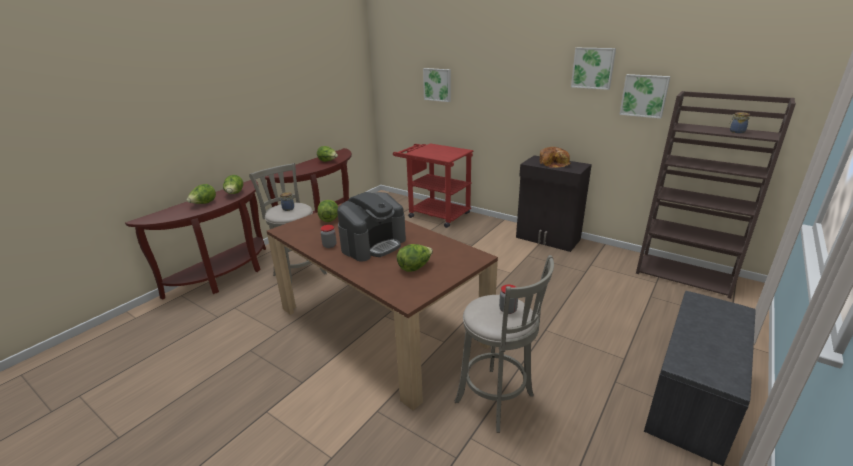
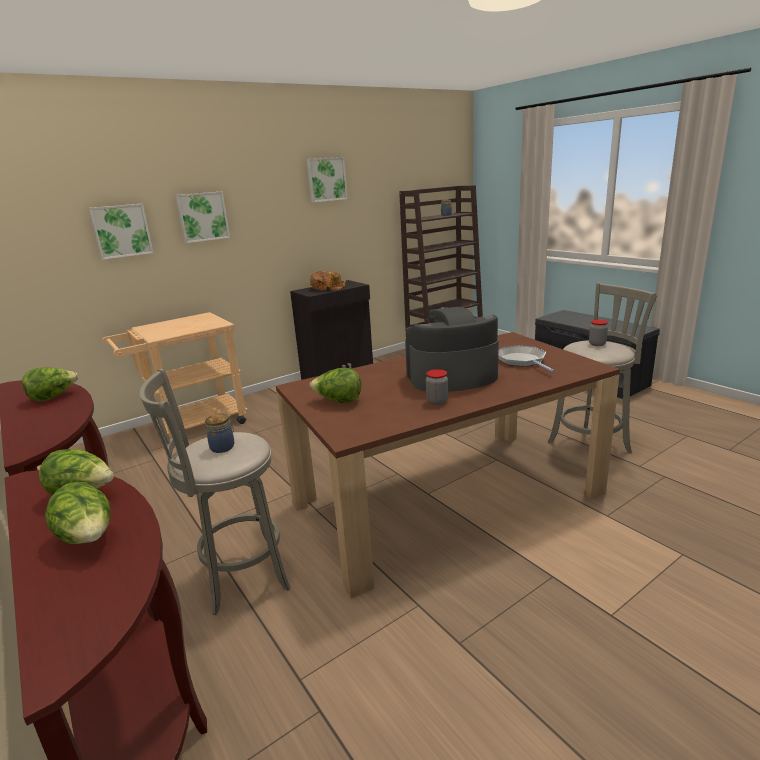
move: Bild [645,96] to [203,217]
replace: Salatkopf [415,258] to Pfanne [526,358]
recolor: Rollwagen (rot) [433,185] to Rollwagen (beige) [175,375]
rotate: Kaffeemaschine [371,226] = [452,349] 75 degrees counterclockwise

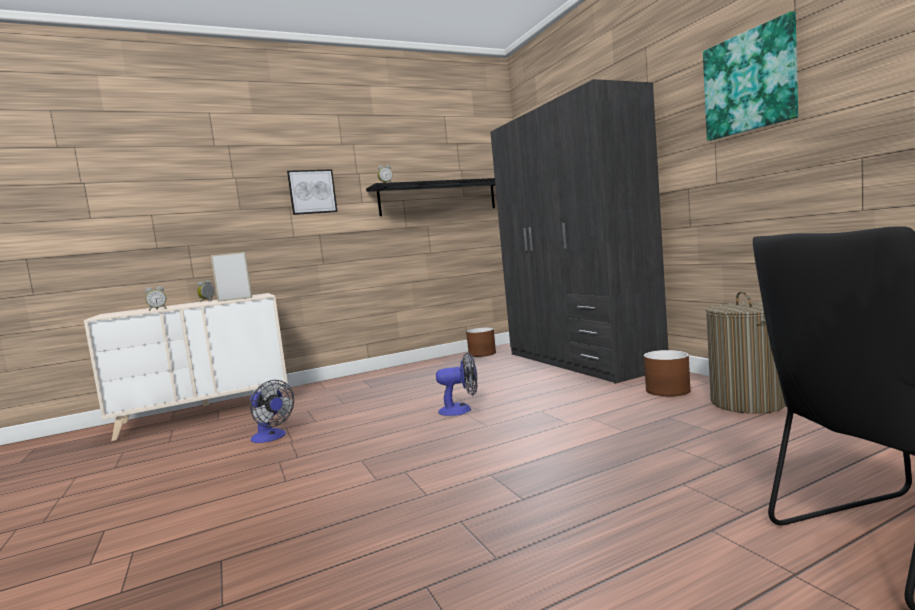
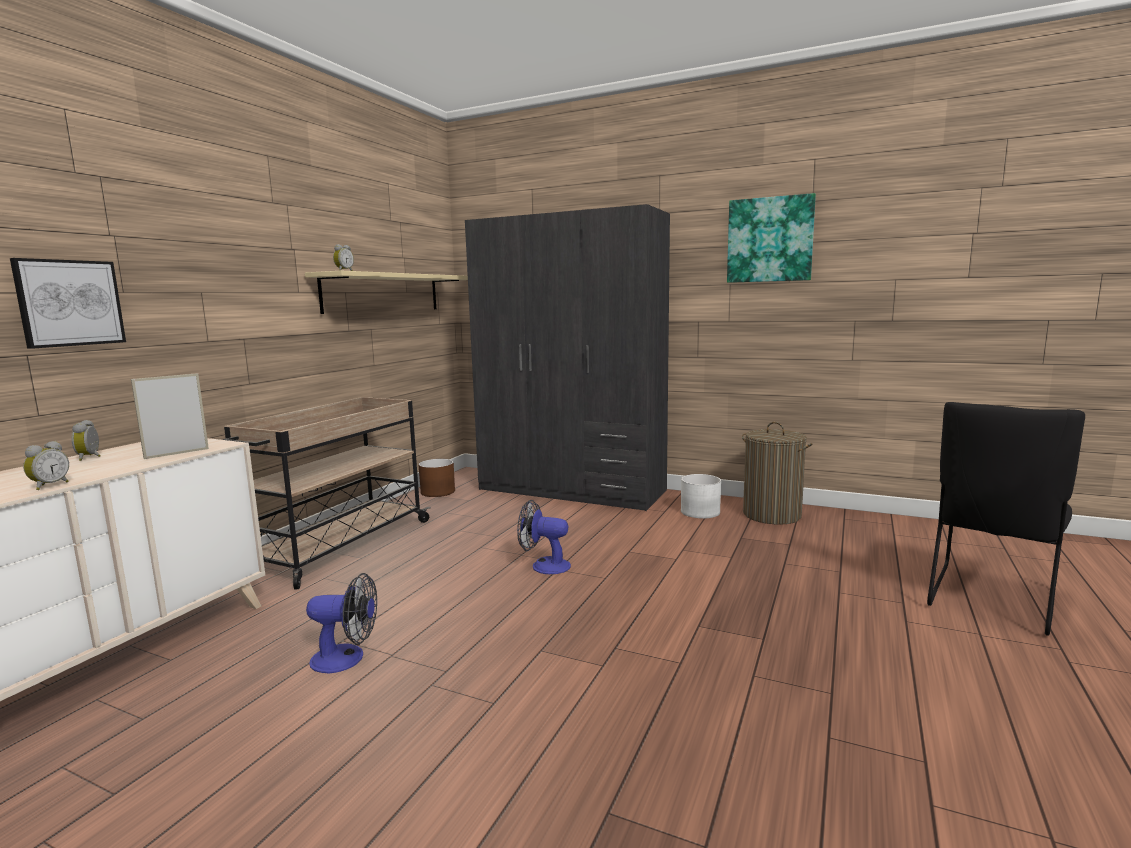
insert: Rollwagen (beige) [326,493]
move: Bild [312,192] to [68,303]
recolor: Wandregal (schwarz) [430,197] to Wandregal (beige) [386,292]; Pflanzkübel (braun) [667,373] to Pflanzkübel (weiß) [701,496]
rotate: Ventilator [456,384] = [544,537] 120 degrees counterclockwise

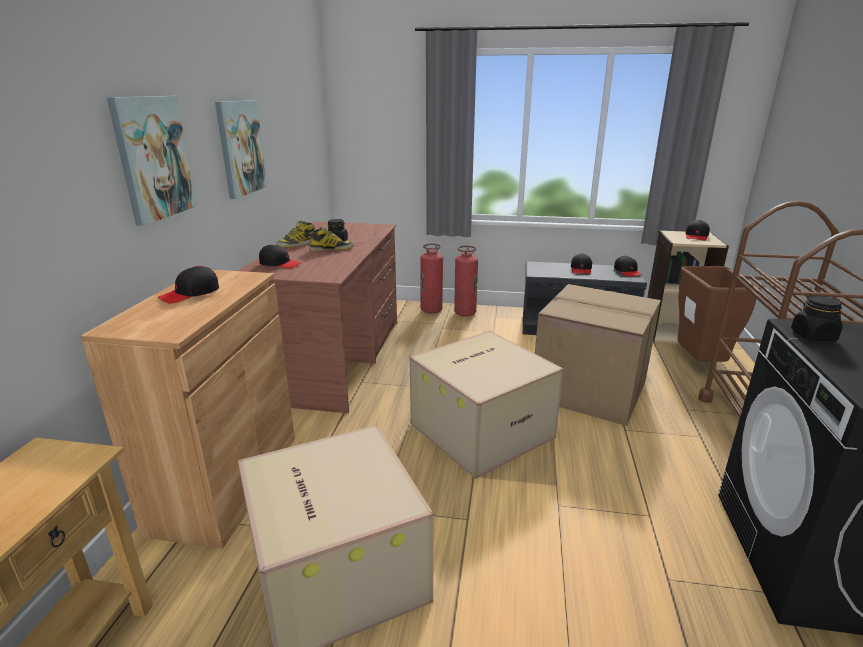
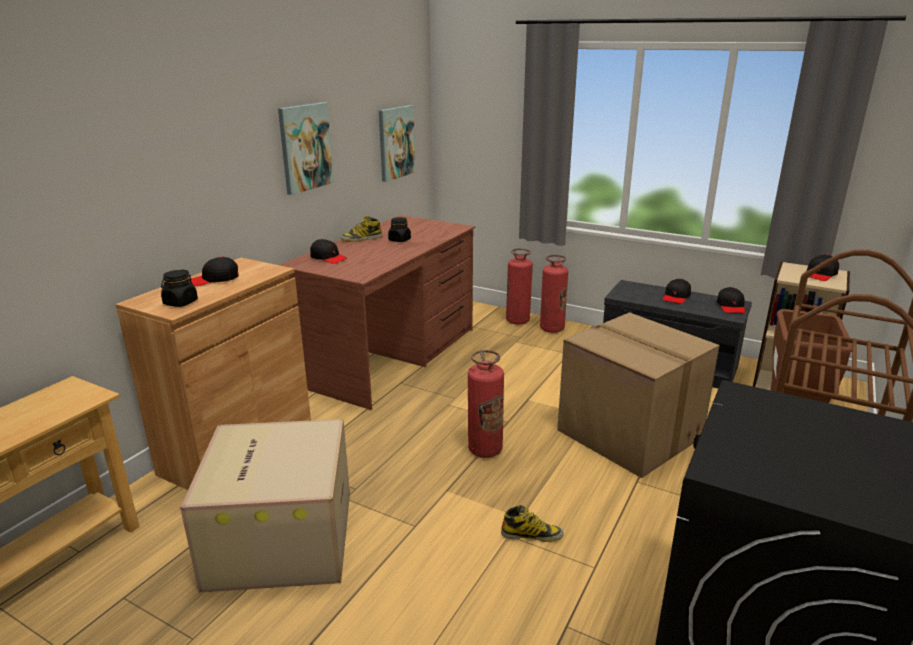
move: Bild [151,161] to [397,143]; Stiefel [331,239] to [532,523]; Vorratsglas (schwarz) [817,318] to [179,288]
replace: Karton [487,405] to Feuerlöscher [486,404]

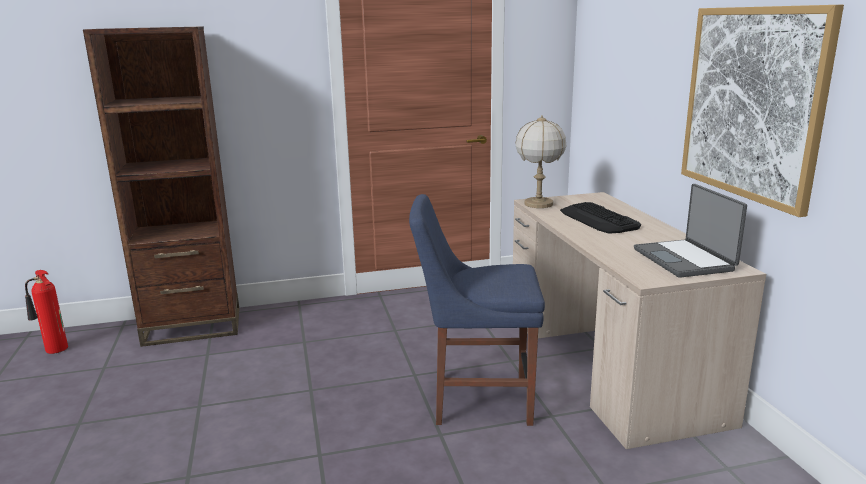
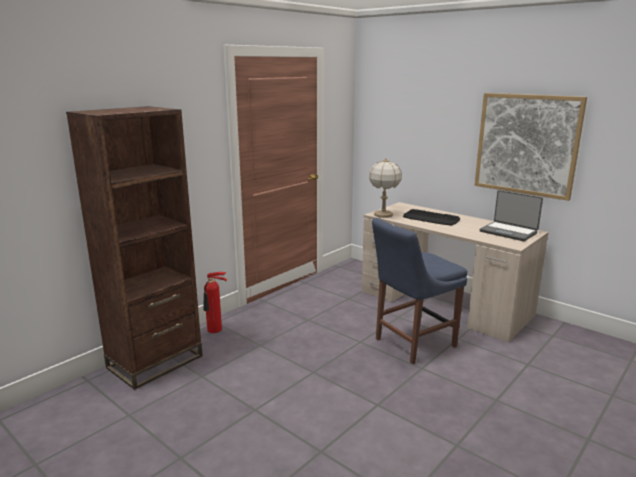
move: Feuerlöscher [46,312] to [215,302]

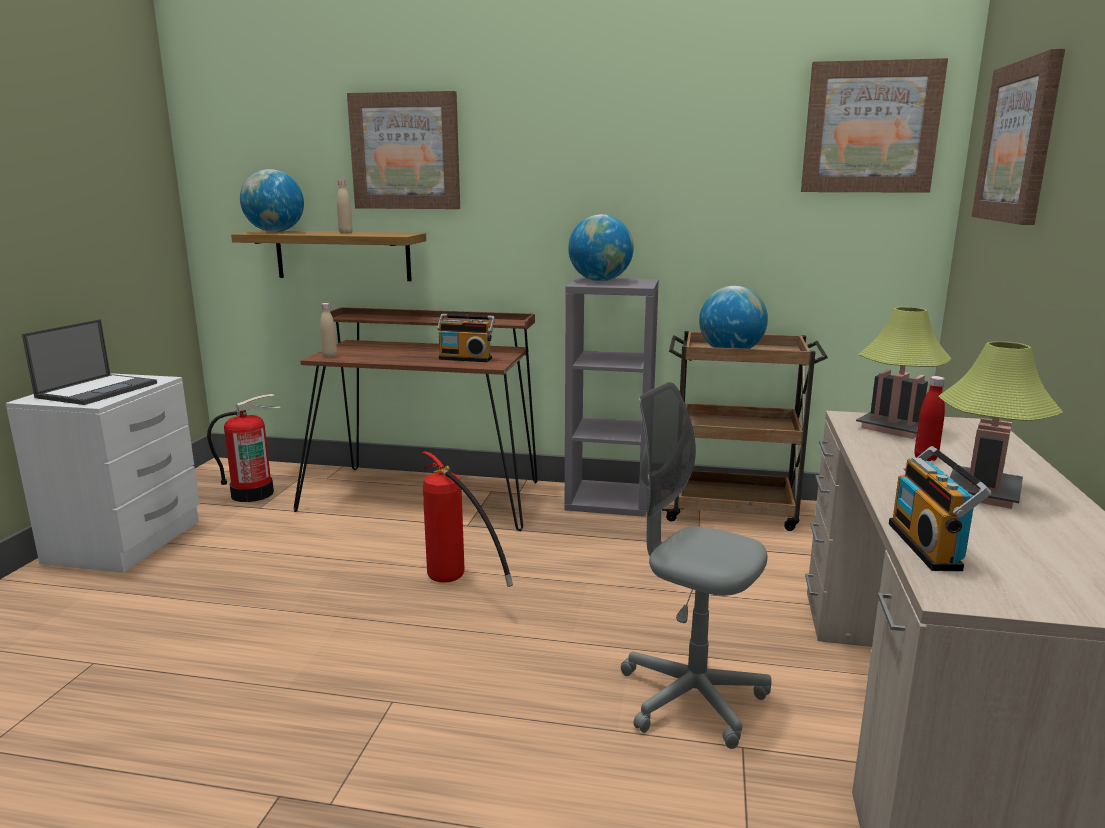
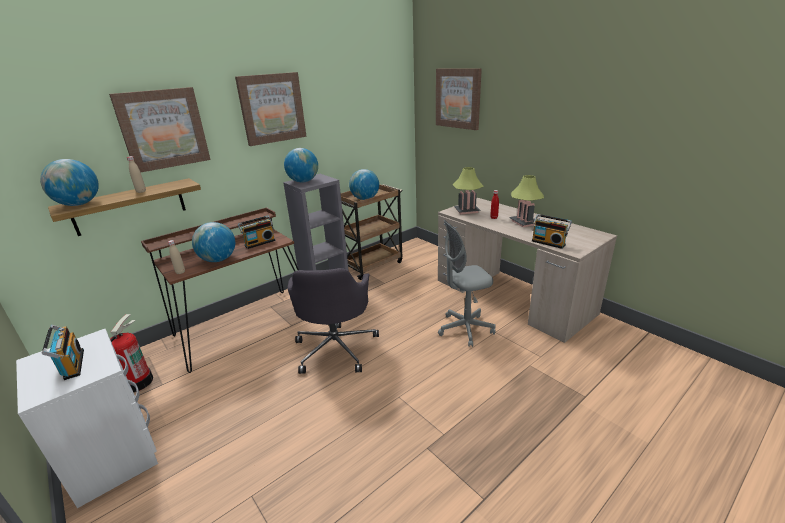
insert: Globus [213,242]
move: Bild [874,125] to [271,109]
replace: Laptop [89,362] to Radio [63,352]; Feuerlöscher [467,519] to Bürostuhl (grau) [333,321]

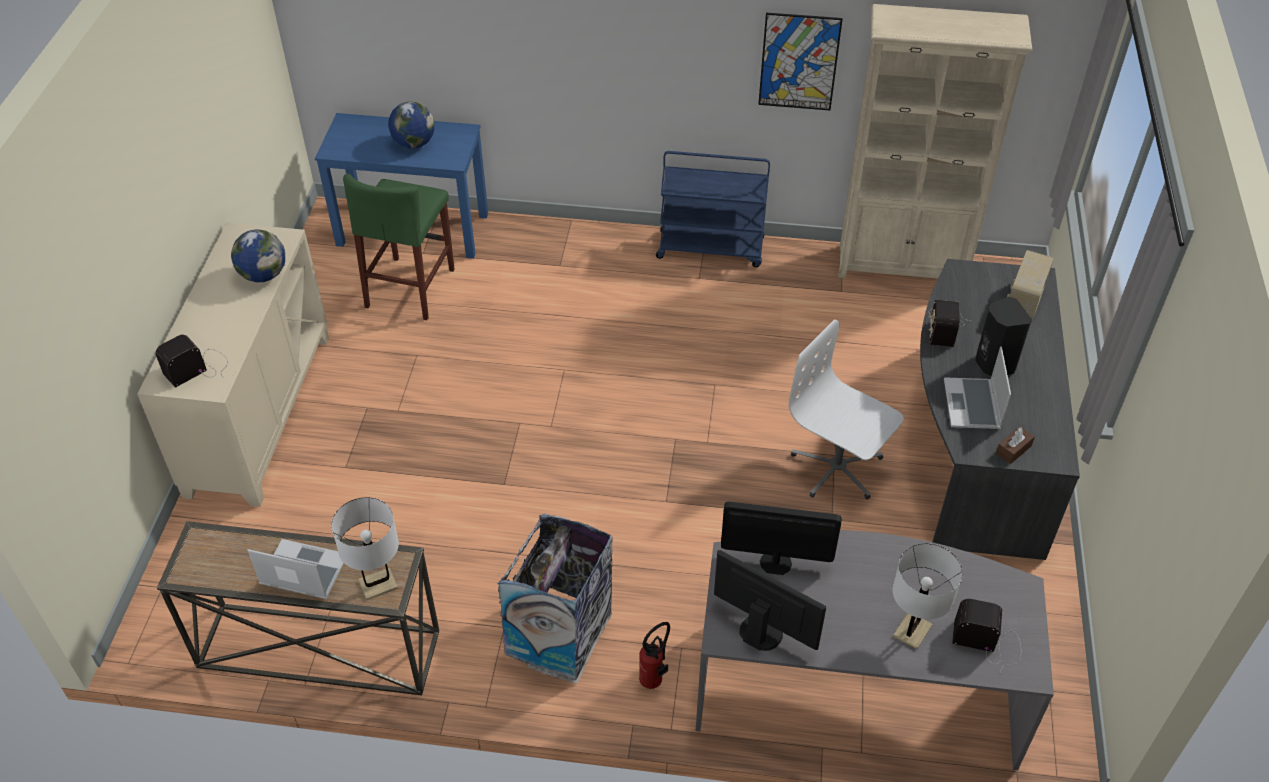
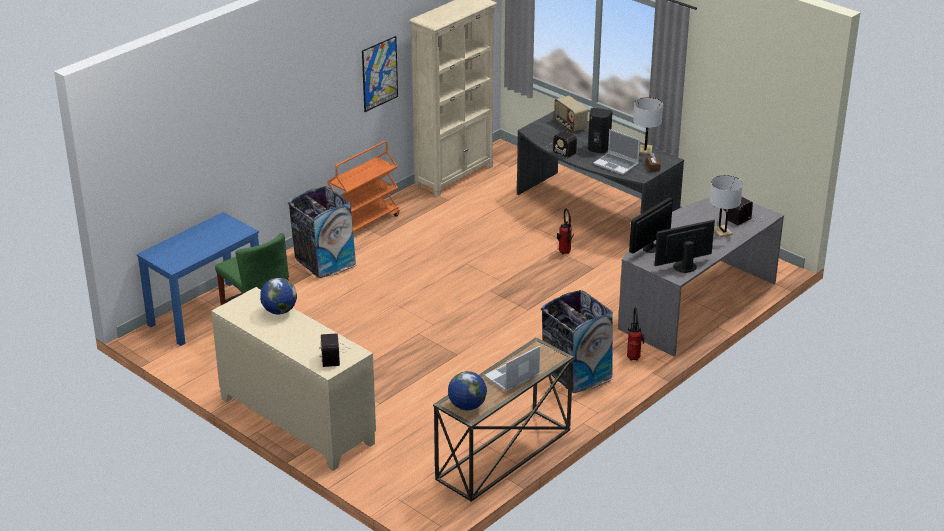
insert: Mülleimer [322,232]
move: Tischlampe (weiß) [365,548] to [648,125]; Globus [411,124] to [467,391]
replace: Bürostuhl (weiß) [846,410] to Feuerlöscher [565,231]
recolor: Rollwagen (blau) [713,209] to Rollwagen (orange) [363,186]

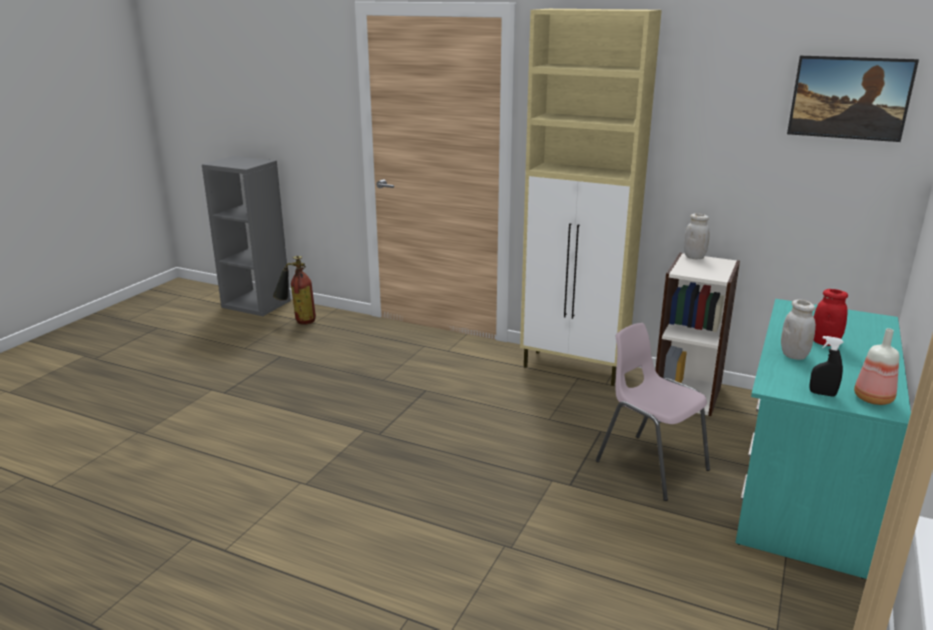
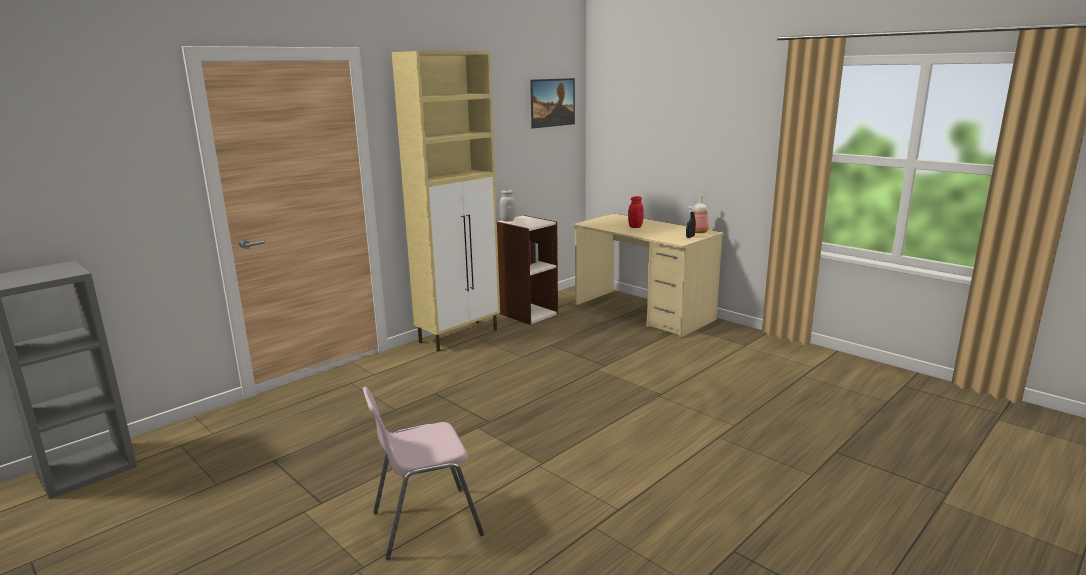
delete: Feuerlöscher [294,290]; Vorratsglas (weiß) [798,329]
move: Stuhl (rosa) [653,412] to [423,473]
recolor: Schreibtisch (türkis) [823,439] to Schreibtisch (beige) [647,276]

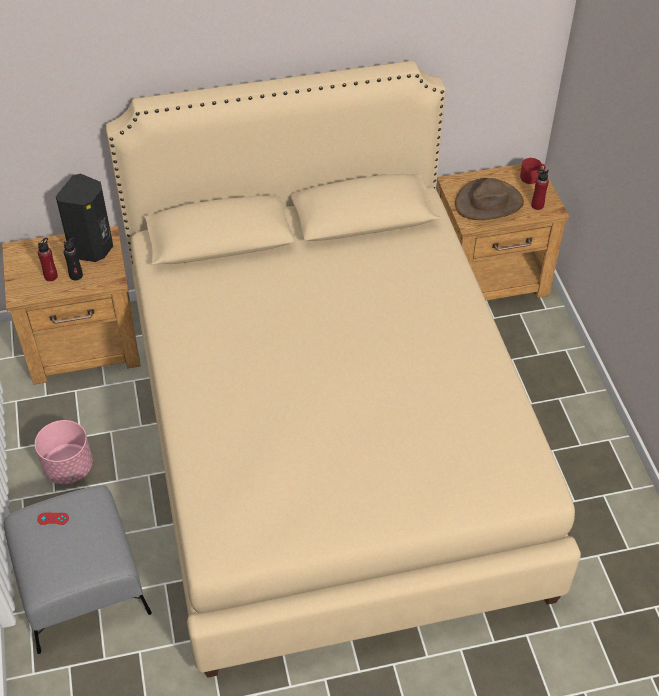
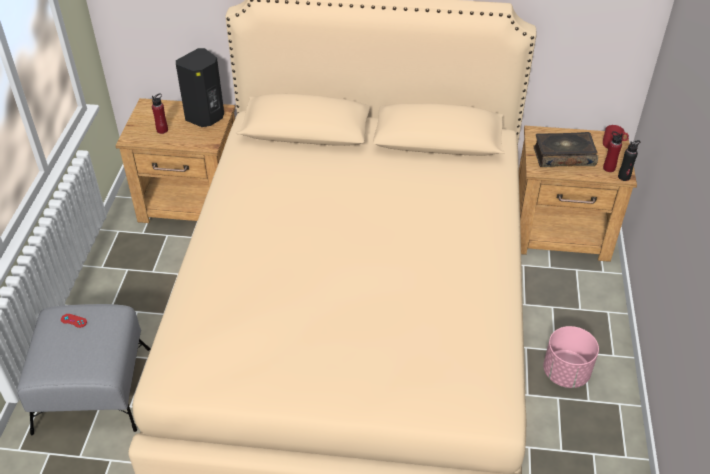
move: Pflanzkübel (rosa) [64,452] to [571,357]; Flasche (schwarz) [73,259] to [629,160]
replace: Hut (braun) [489,199] to Buch [565,149]

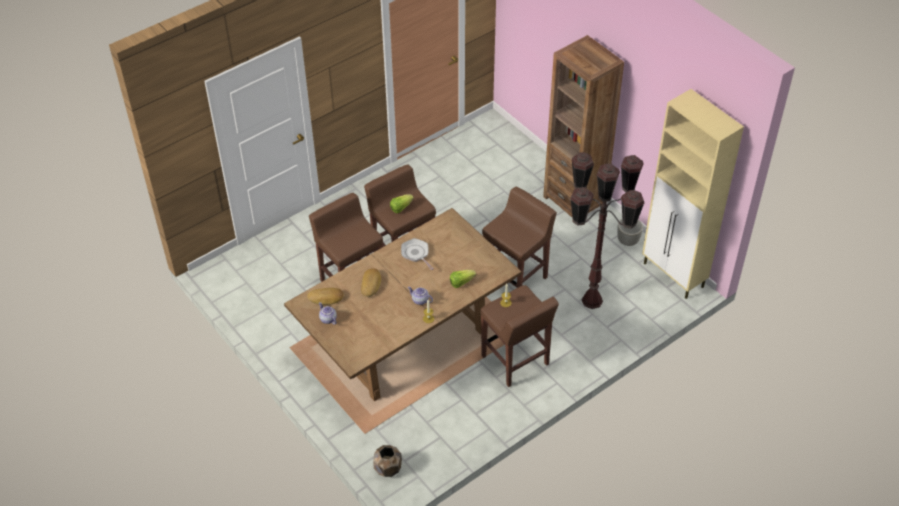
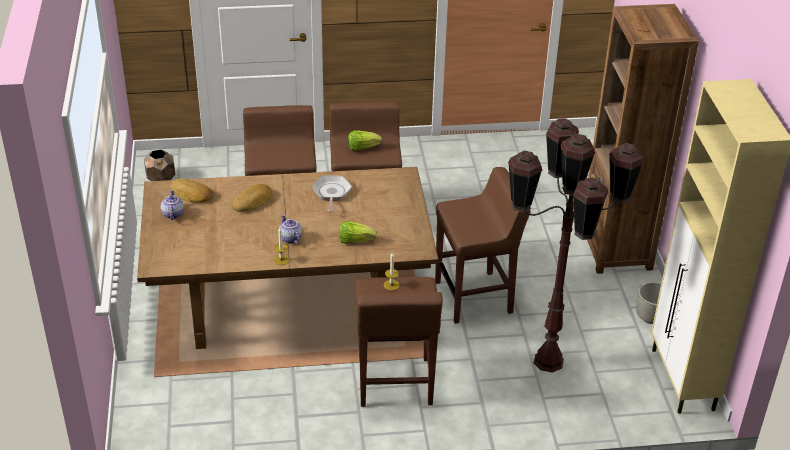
move: Pflanzkübel (braun) [387,461] to [159,165]

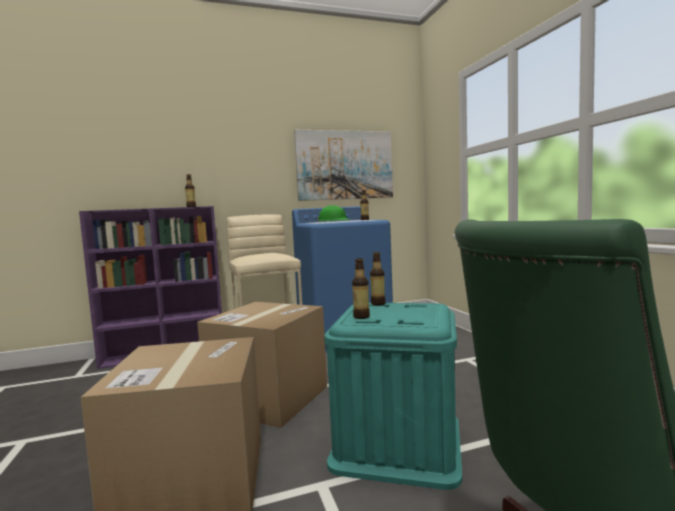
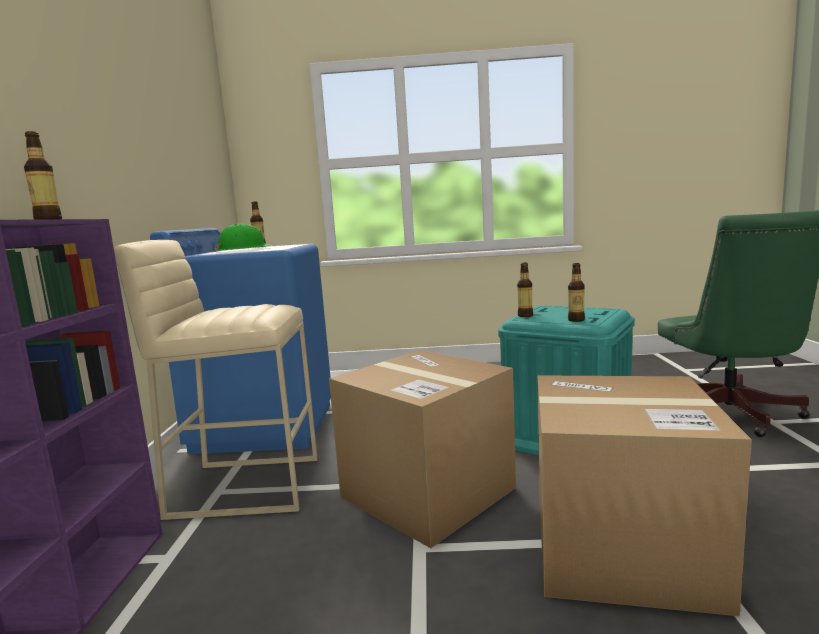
delete: Bild [343,165]

